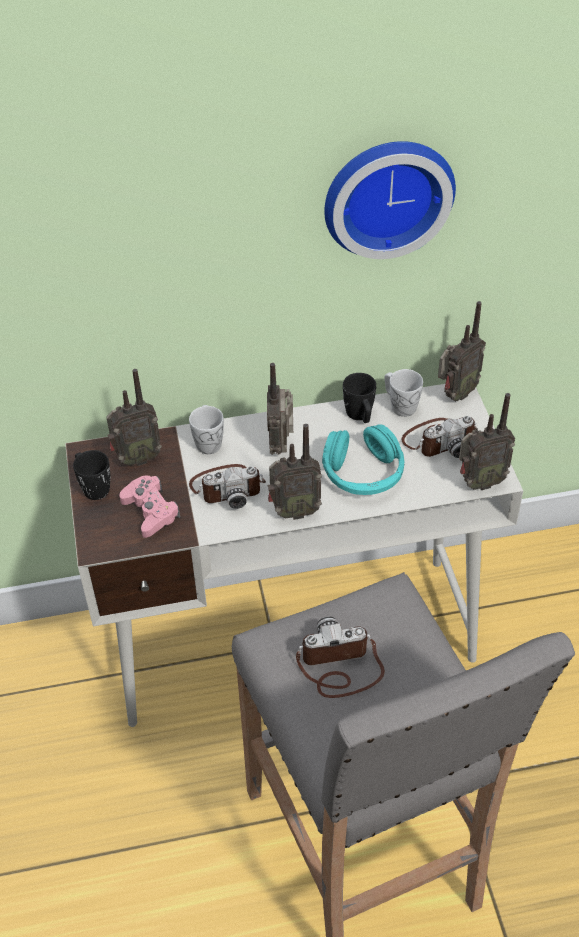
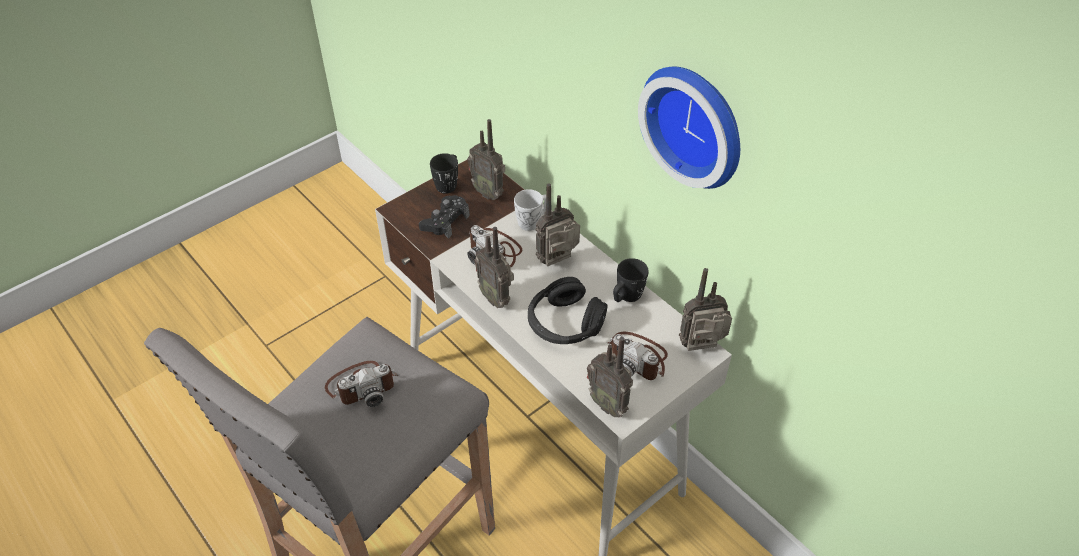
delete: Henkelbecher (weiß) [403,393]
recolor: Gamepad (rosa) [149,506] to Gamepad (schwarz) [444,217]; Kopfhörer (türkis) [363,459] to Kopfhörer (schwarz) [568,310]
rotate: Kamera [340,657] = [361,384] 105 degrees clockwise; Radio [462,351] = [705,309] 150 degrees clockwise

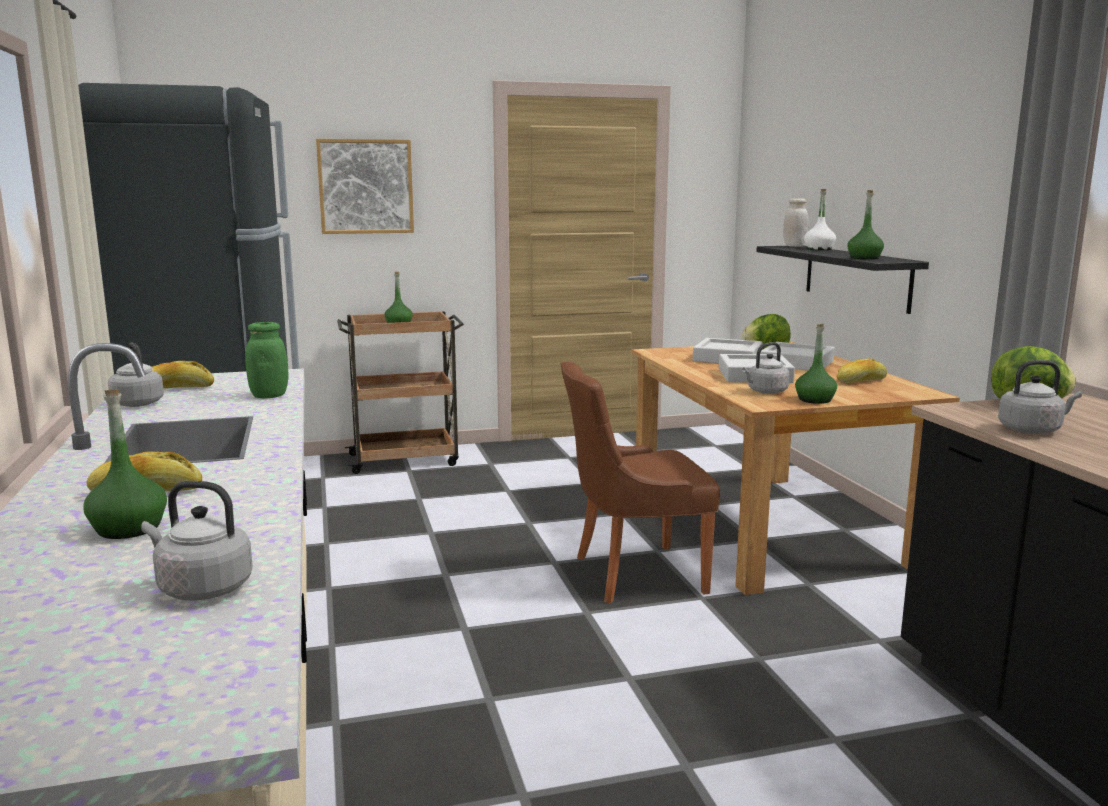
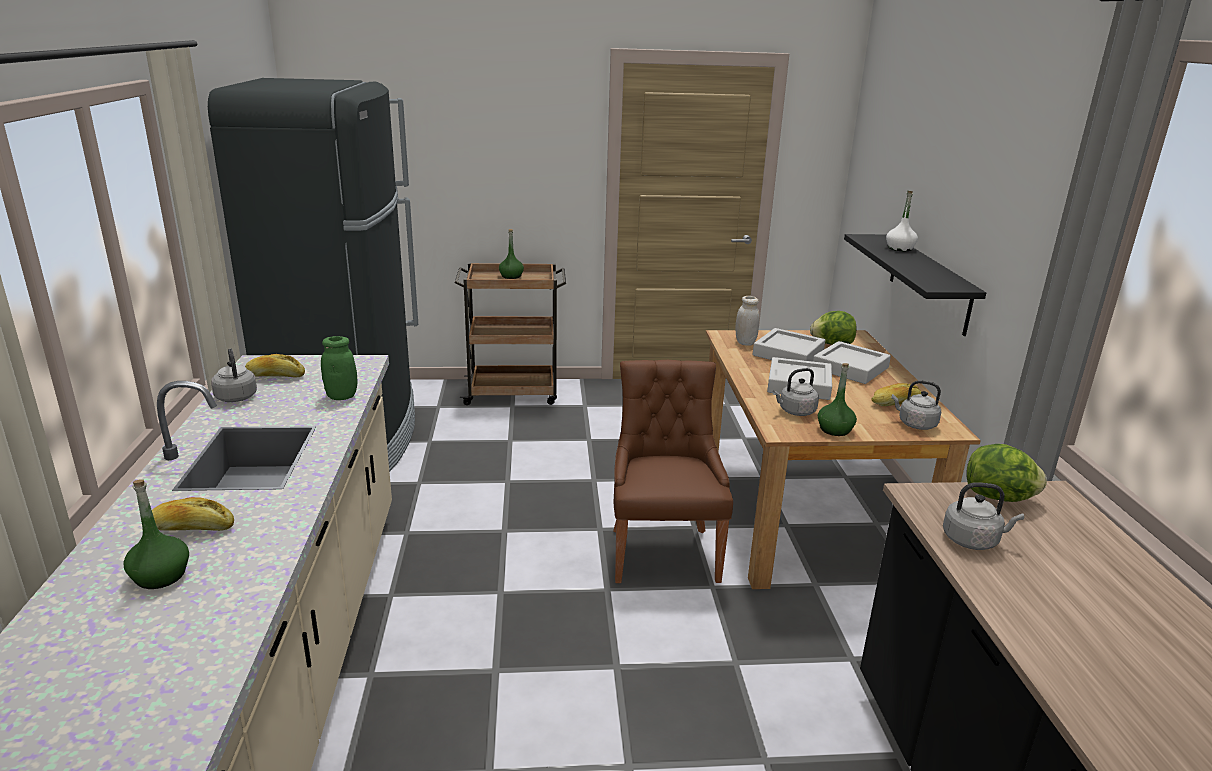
delete: Bild [365,186]; Flasche (grün) [865,225]
move: Wasserkessel (grau) [197,541] to [916,405]; Vorratsglas (weiß) [795,222] to [747,321]
rotate: Stuhl (braun) [640,482] = [673,471] 90 degrees clockwise

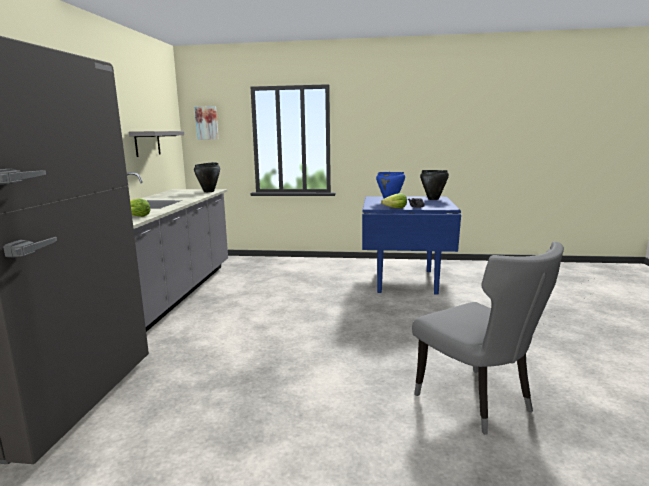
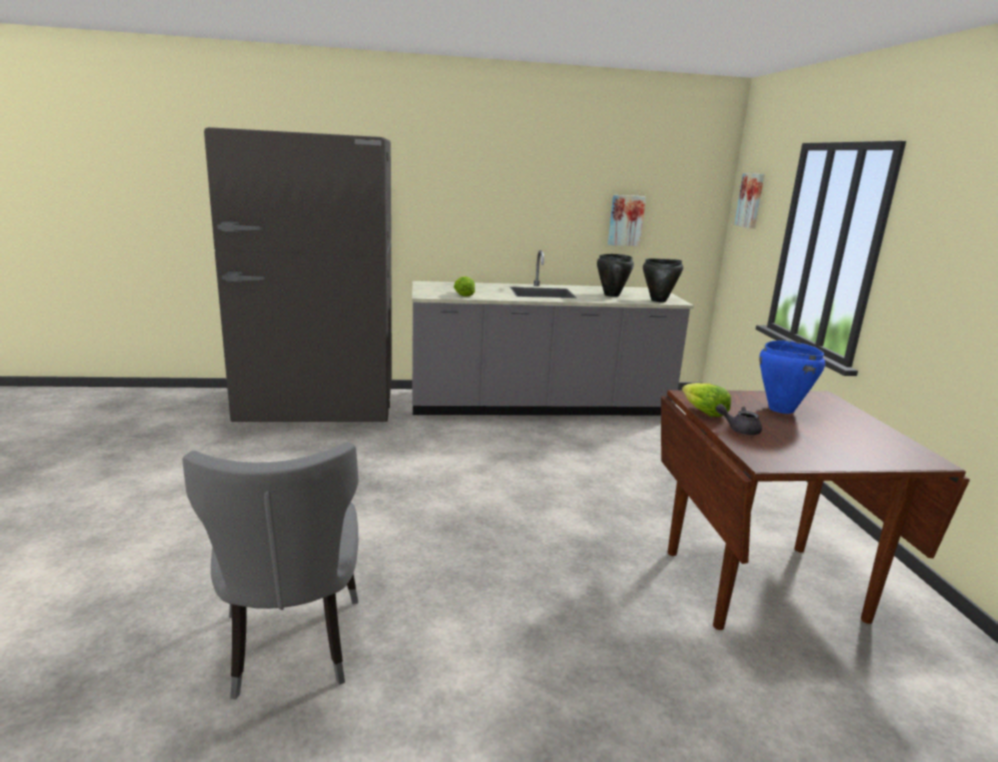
move: Kochtopf (schwarz) [434,185] to [615,275]
replace: Wandregal (grau) [156,144] to Bild [627,220]
recolor: Esstisch (blau) [411,245] to Esstisch (braun) [815,510]
rotate: Stuhl (grau) [488,338] = [270,570] 60 degrees counterclockwise

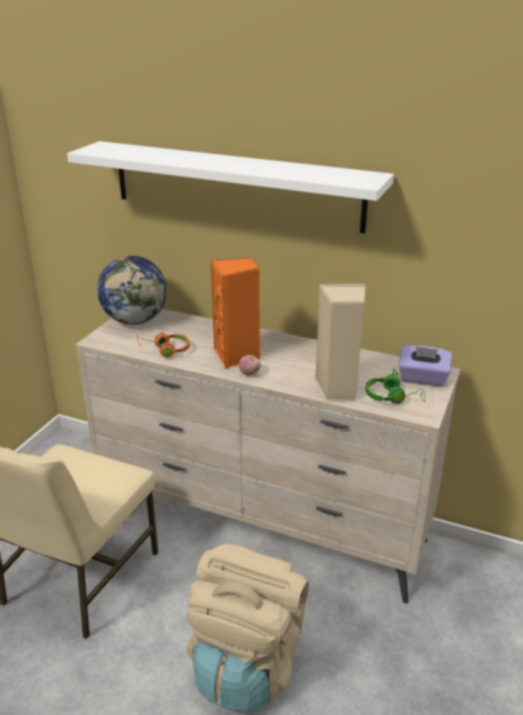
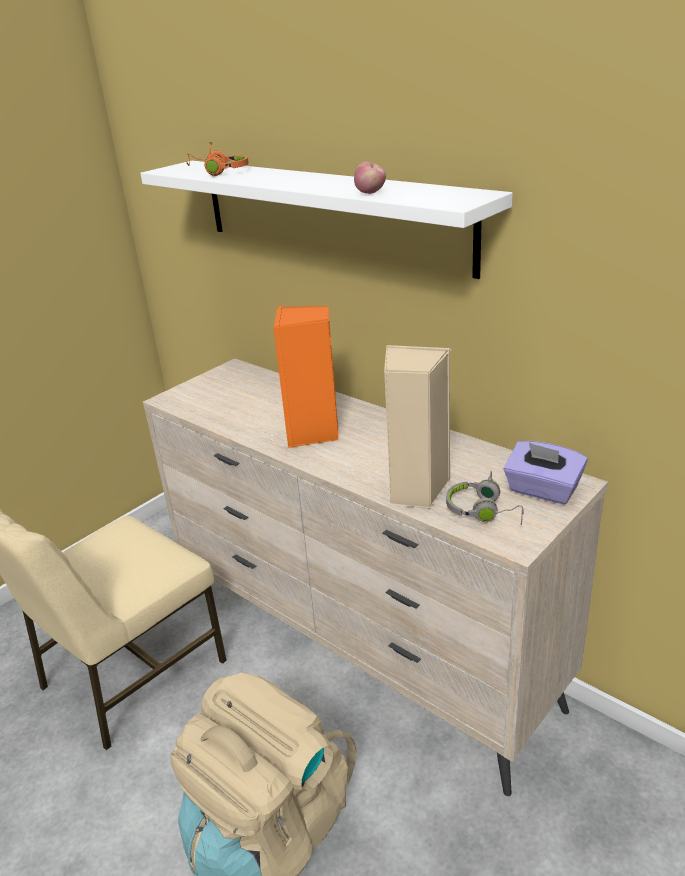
delete: Globus [132,290]
move: Kopfhörer (orange) [163,345] to [218,159]; Apfel [250,365] to [370,178]
recolor: Kopfhörer (grün) [395,386] to Kopfhörer (grau) [485,498]

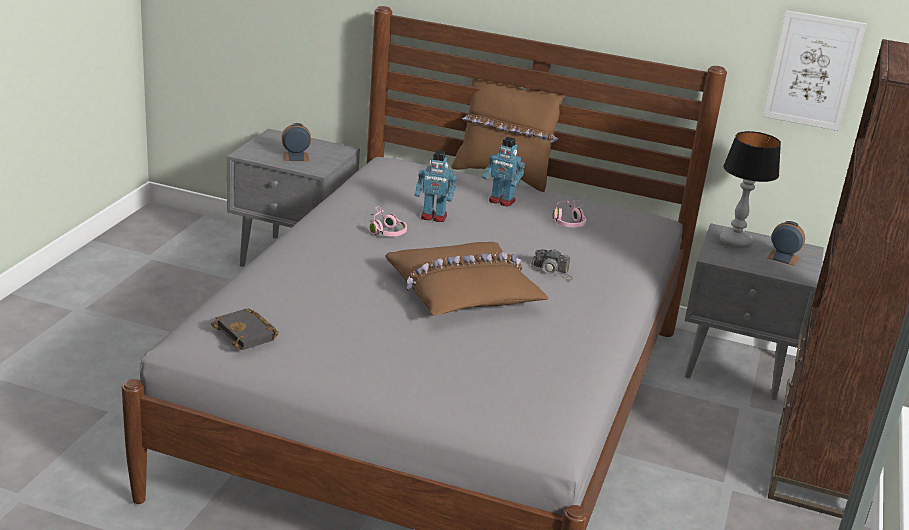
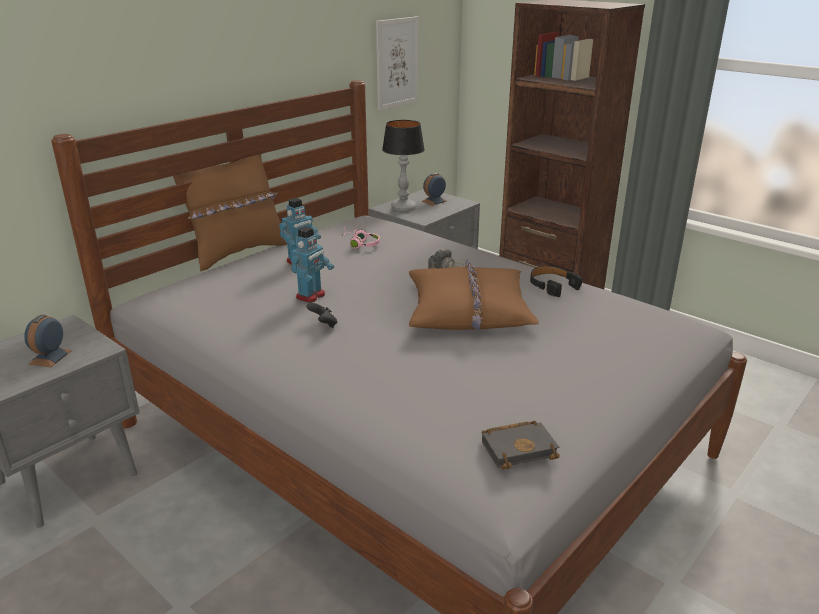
insert: Kopfhörer (schwarz) [556,281]
replace: Kopfhörer (rosa) [388,221] to Gamepad (schwarz) [321,315]

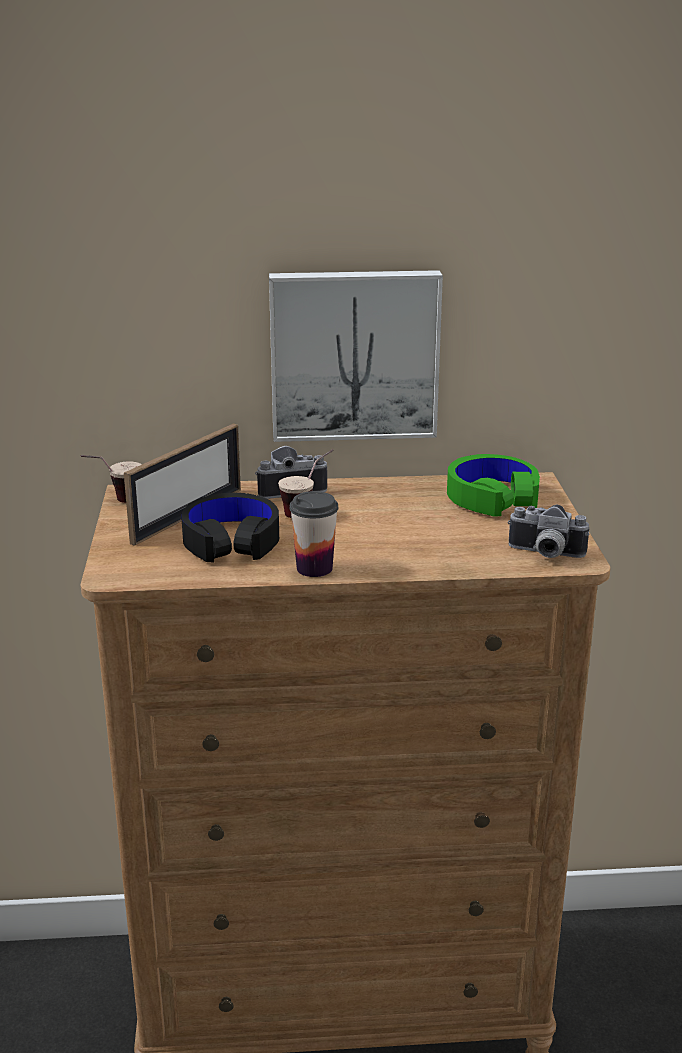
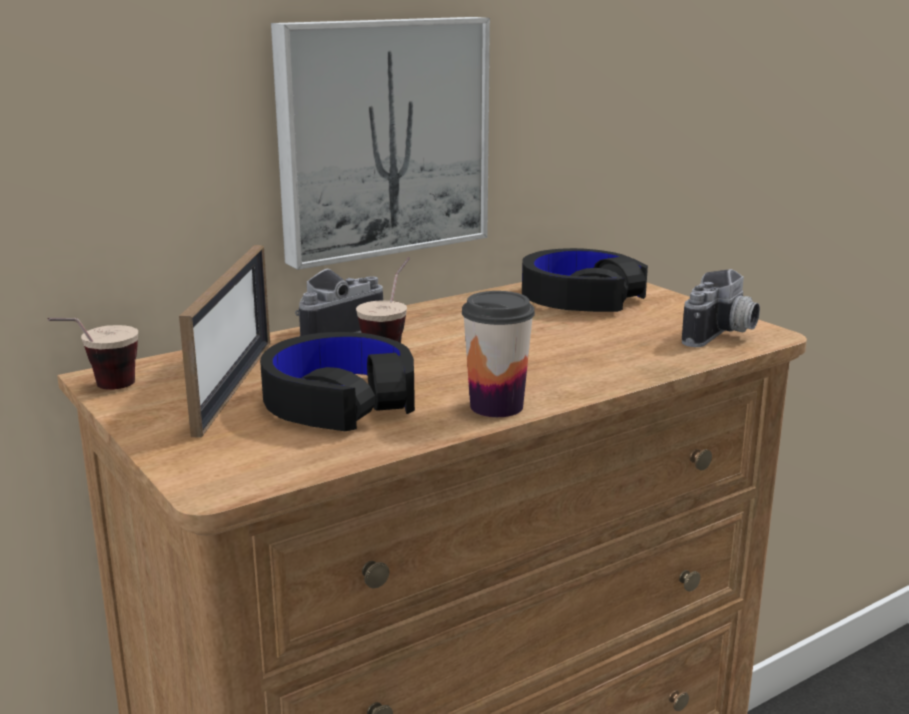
recolor: Kopfhörer (grün) [493,485] to Kopfhörer (schwarz) [585,280]
rotate: Kamera [549,531] = [721,308] 45 degrees counterclockwise

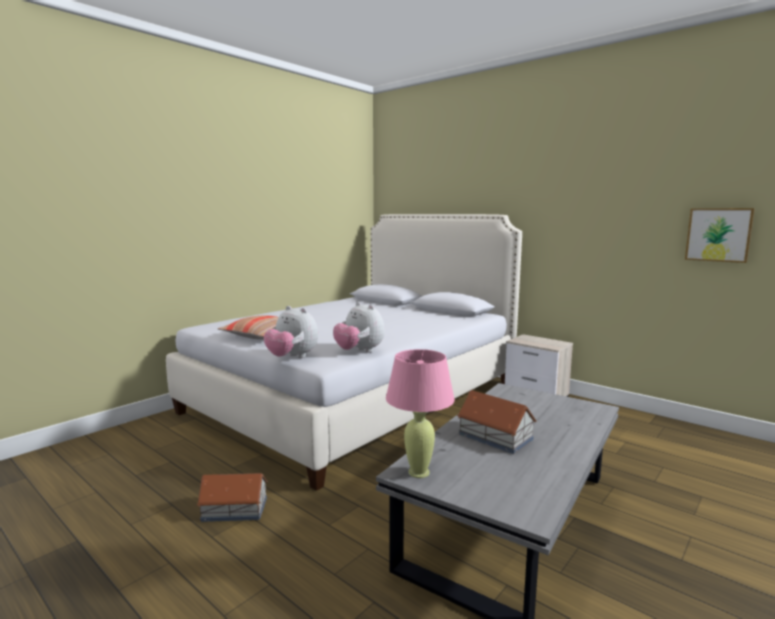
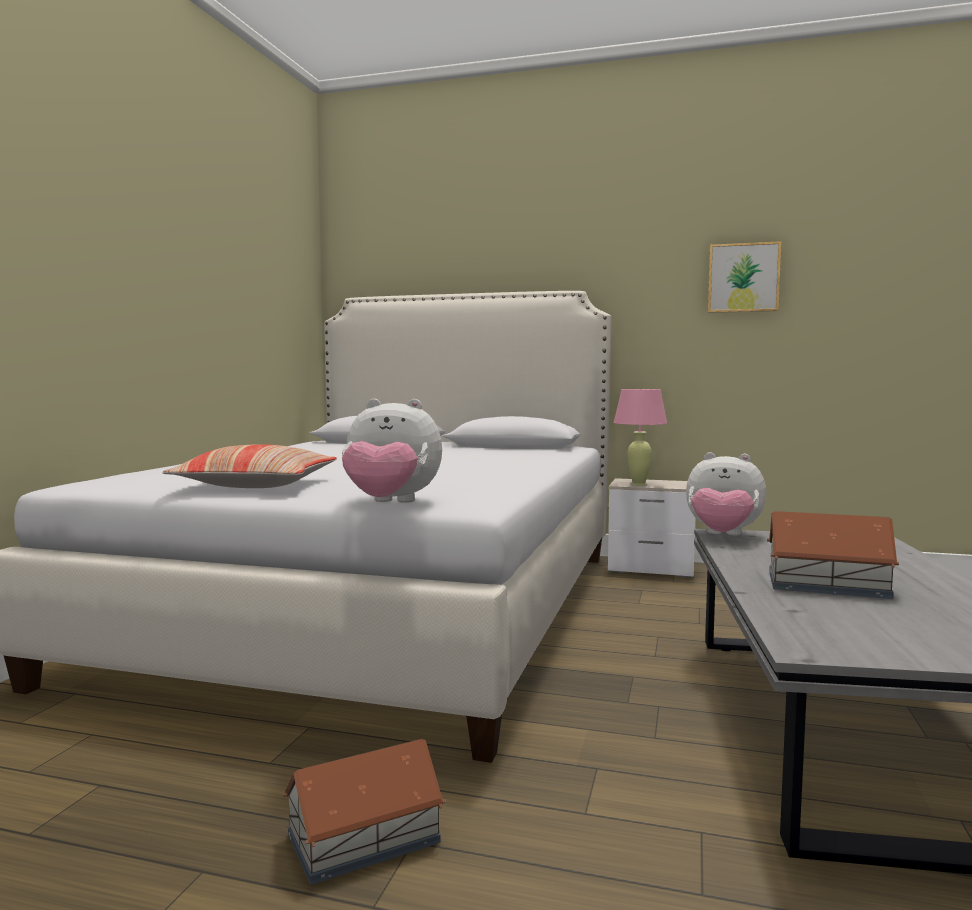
move: Plüschtier [359,327] to [726,493]; Tischlampe (rosa) [420,413] to [640,437]; Bild [720,235] to [744,277]

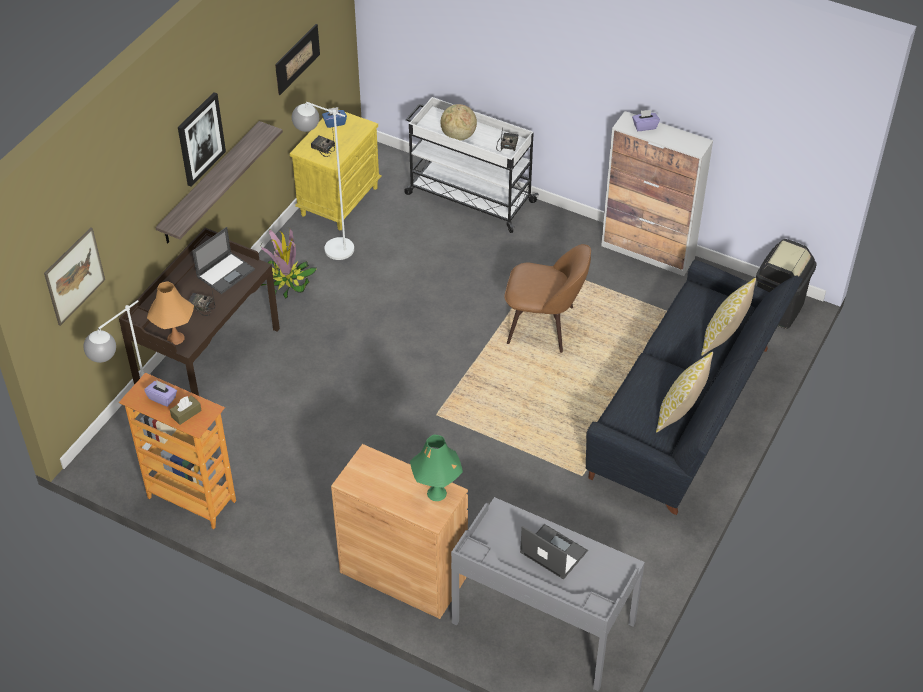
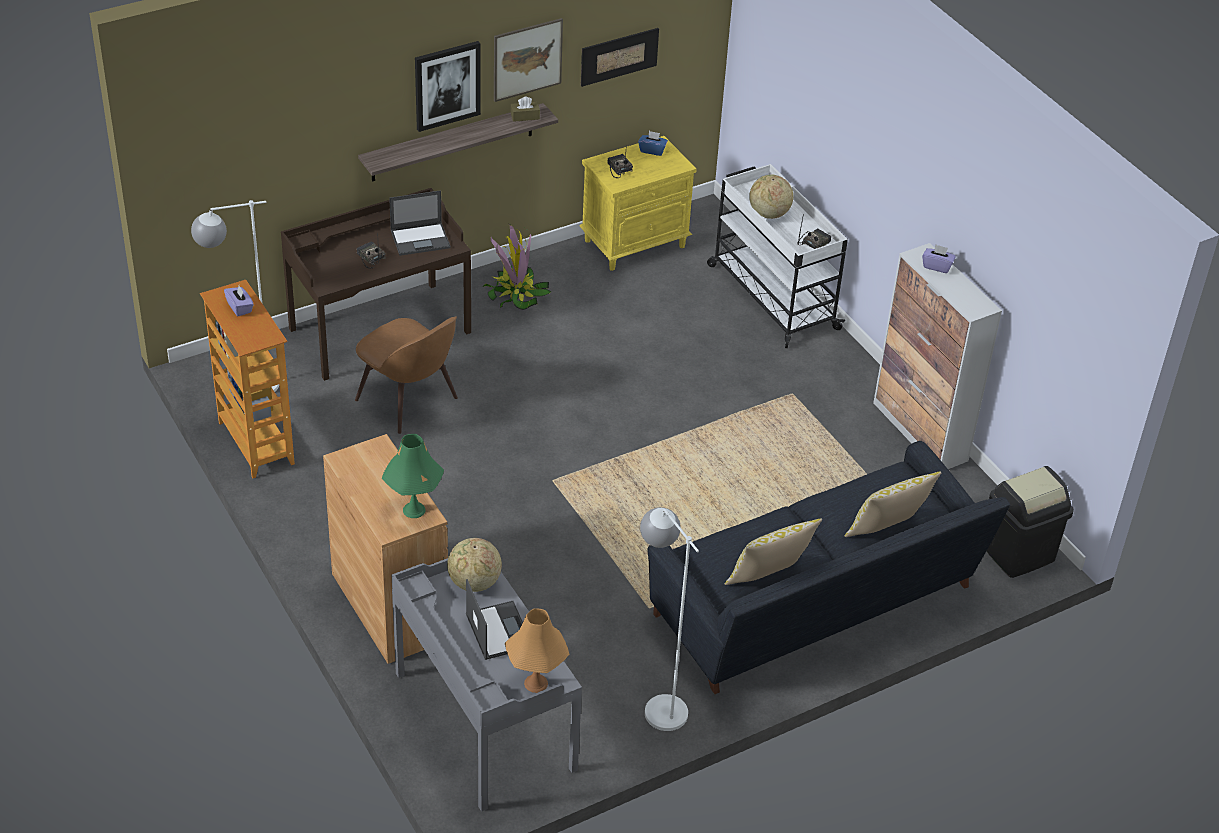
insert: Globus [474,565]
move: Bild [74,276] to [528,60]; Tischlampe (orange) [170,313] to [537,650]; Taschentuchbox (braun) [186,410] to [525,109]; Stehlampe (weiß) [323,181] to [669,619]; Stuhl (braun) [547,298] to [406,375]

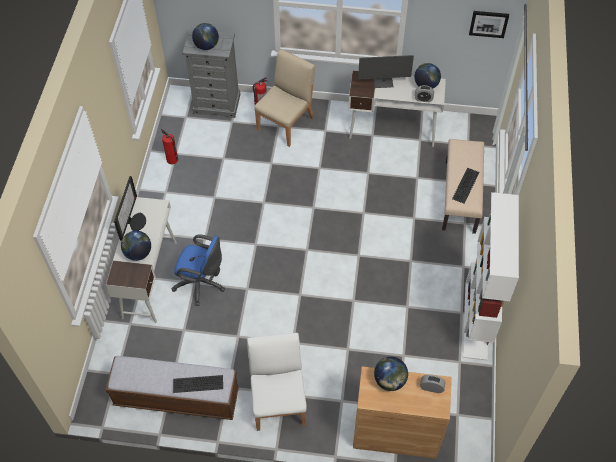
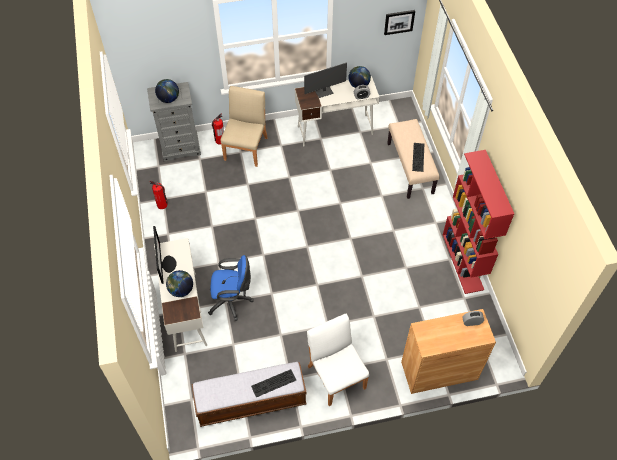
delete: Globus [391,374]
recolor: Bücherregal (weiß) [491,276] to Bücherregal (rot) [478,222]

